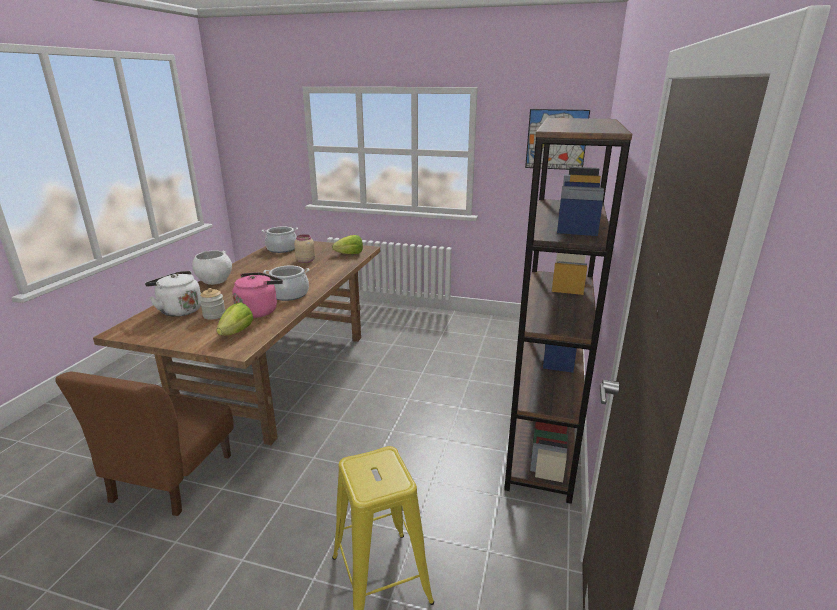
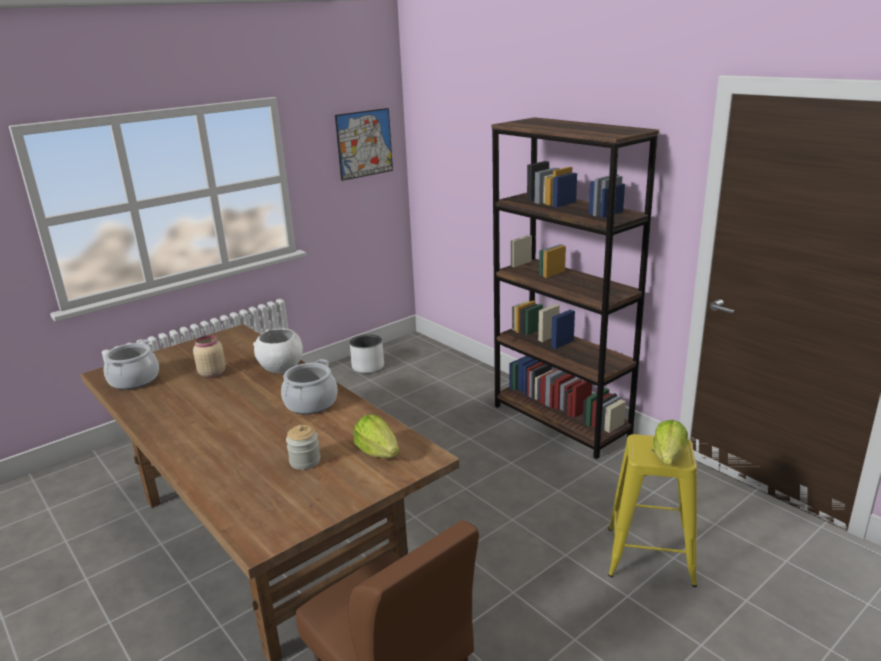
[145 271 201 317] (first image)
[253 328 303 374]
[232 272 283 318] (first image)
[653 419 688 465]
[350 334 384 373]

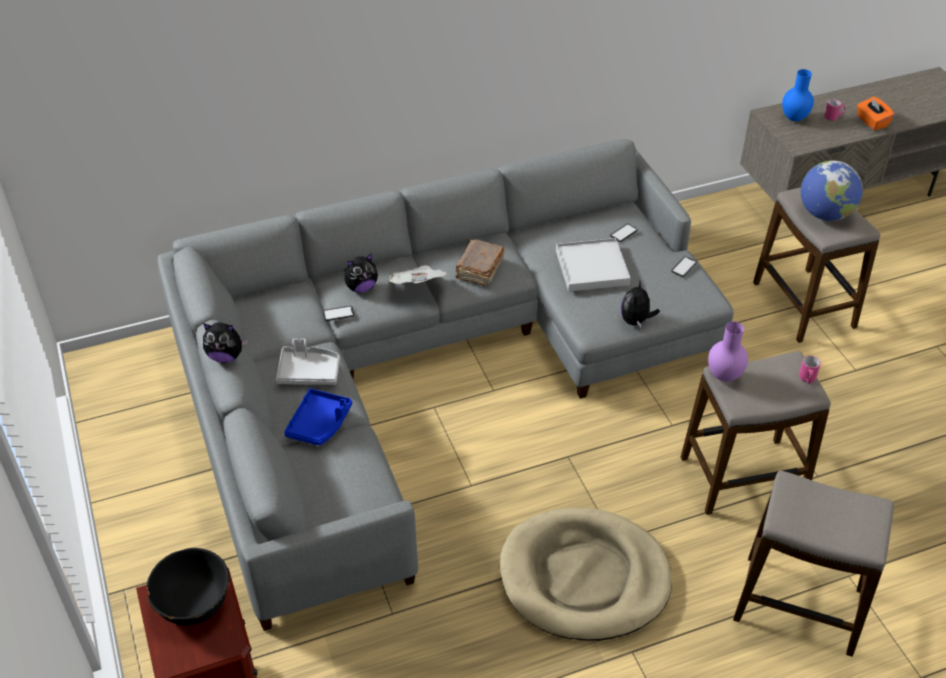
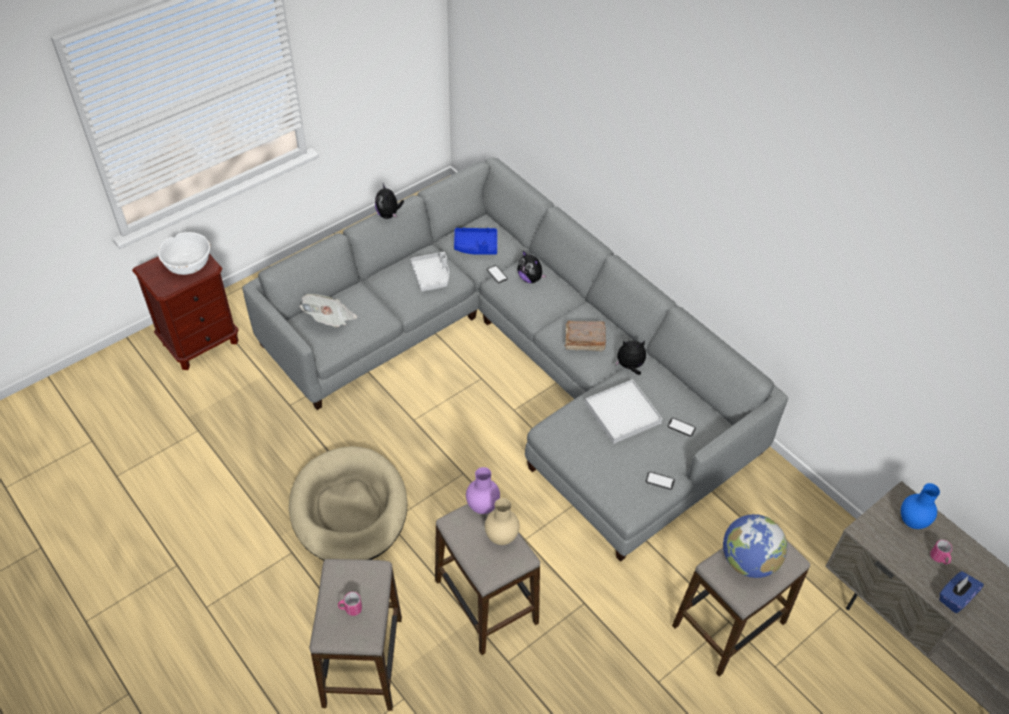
[158 232 210 275]
[454 228 497 255]
[300 294 357 327]
[615 340 646 375]
[338 592 362 616]
[939 571 984 613]
[485 498 520 545]

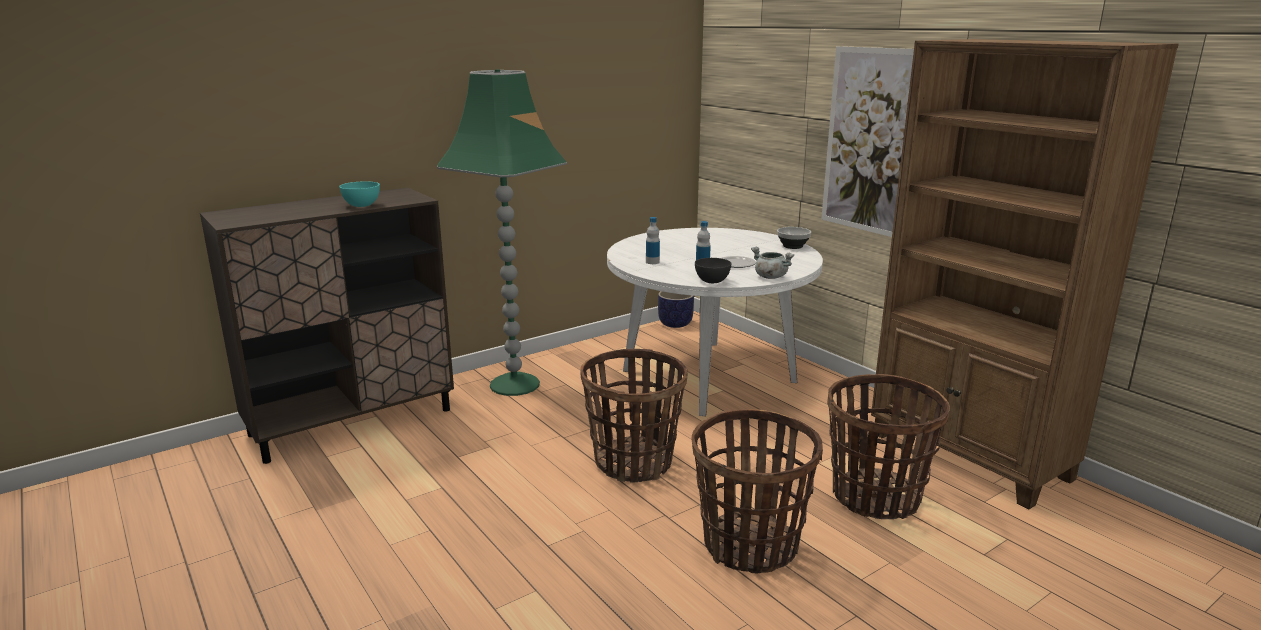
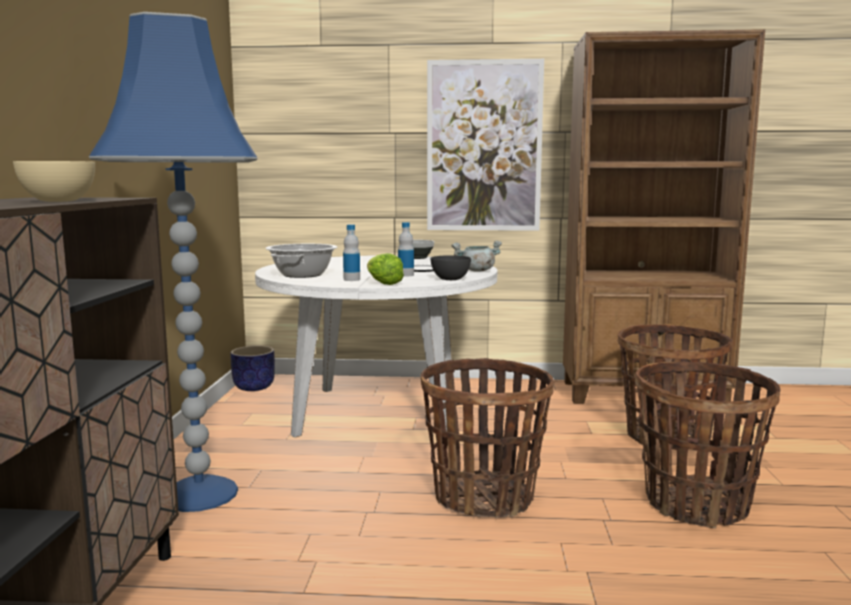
[13 161 95 202]
[89 12 258 512]
[266 244 337 278]
[367 253 404 285]

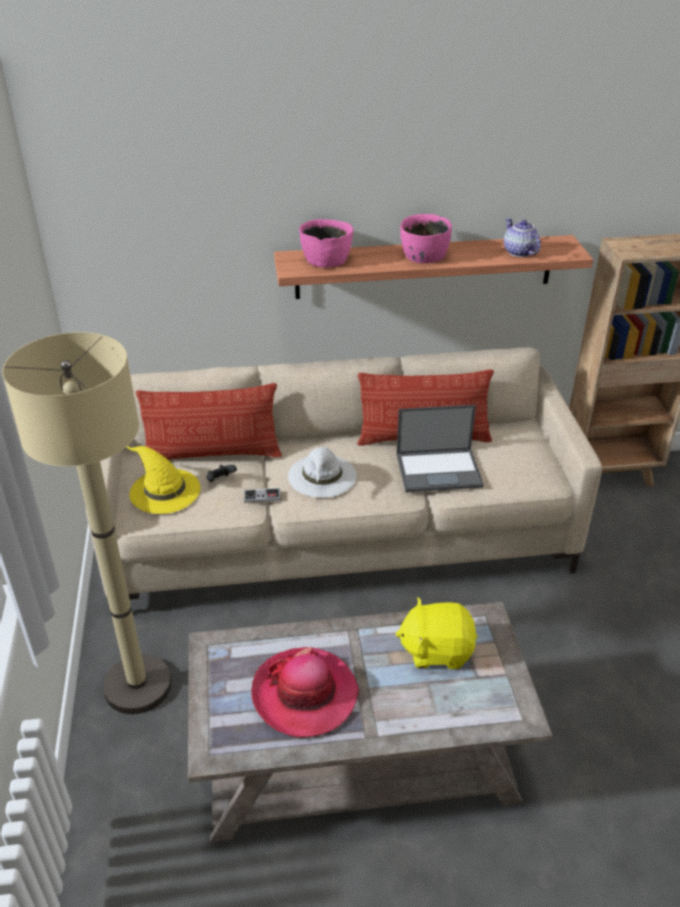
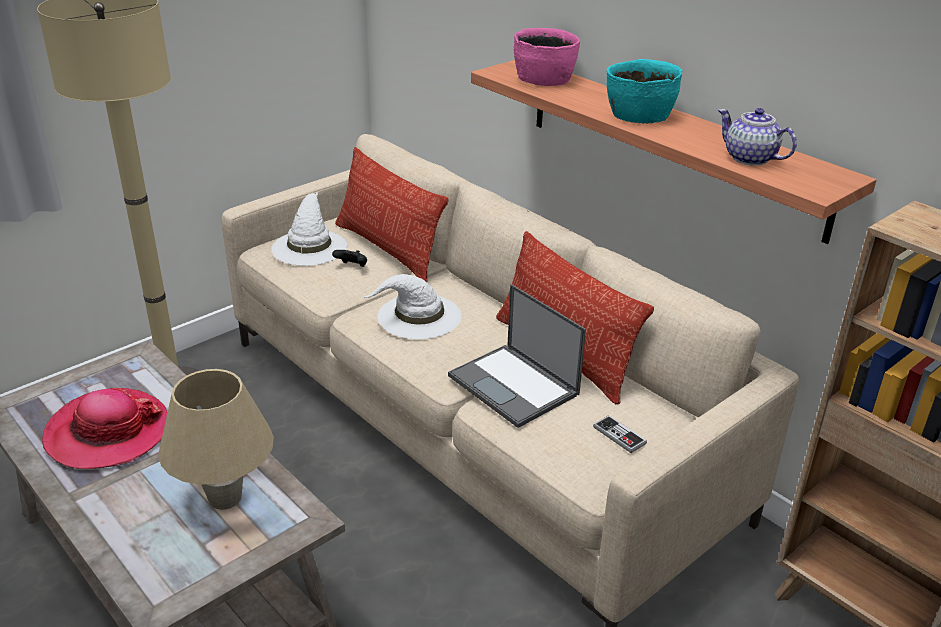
[272 191 347 266]
[593 415 647 453]
[158 369 274 510]
[607 59 682 124]
[718 108 797 166]

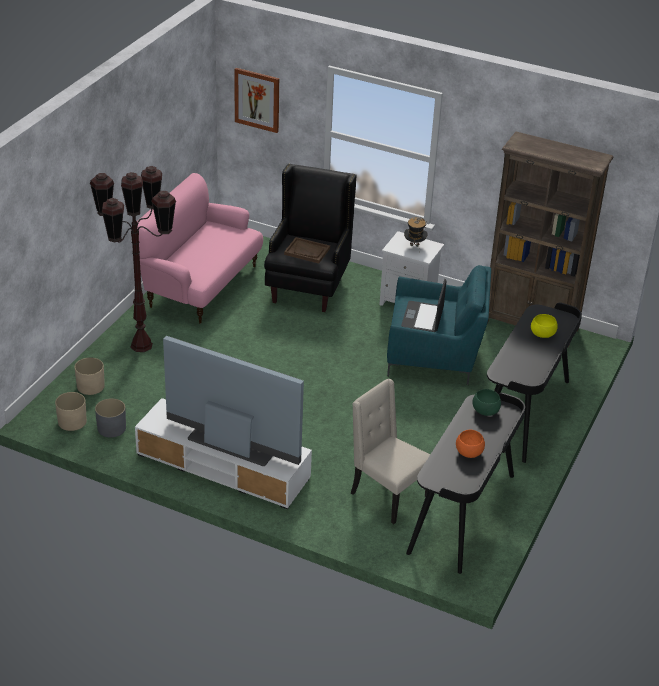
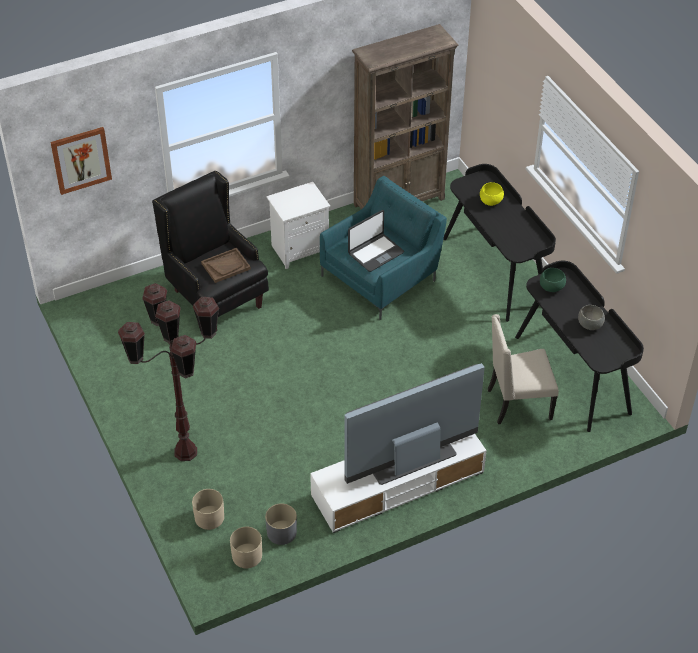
[137 173 263 324] (first image)
[348 210 404 272]
[404 217 428 247] (first image)
[578 305 605 330]

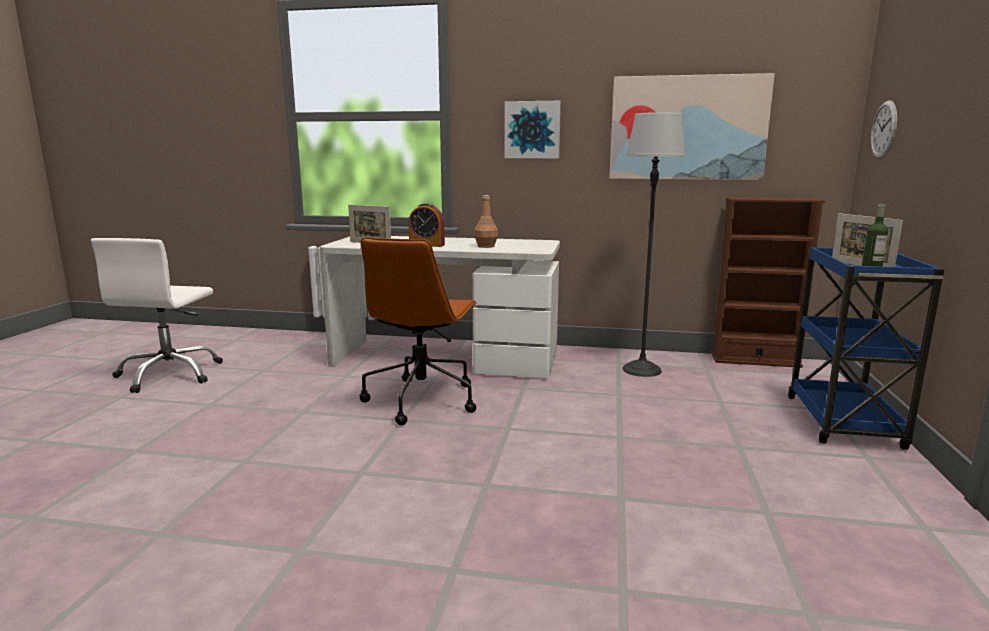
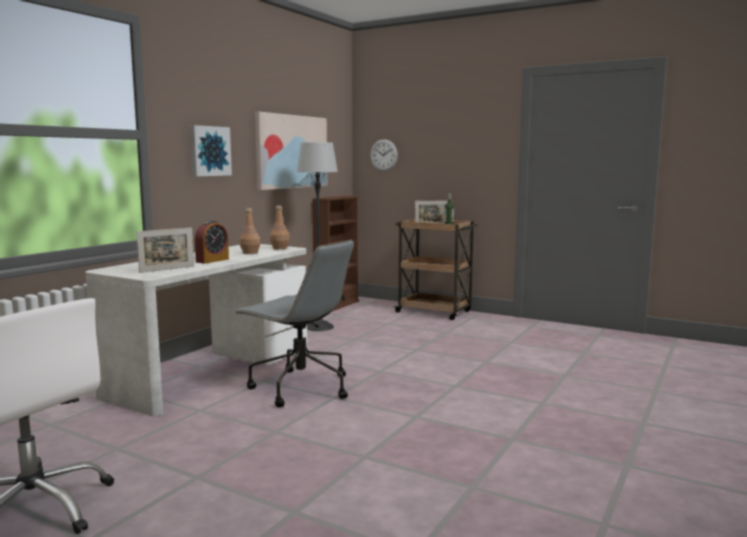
[234 240 354 407]
[393 219 478 320]
[270 206 290 249]

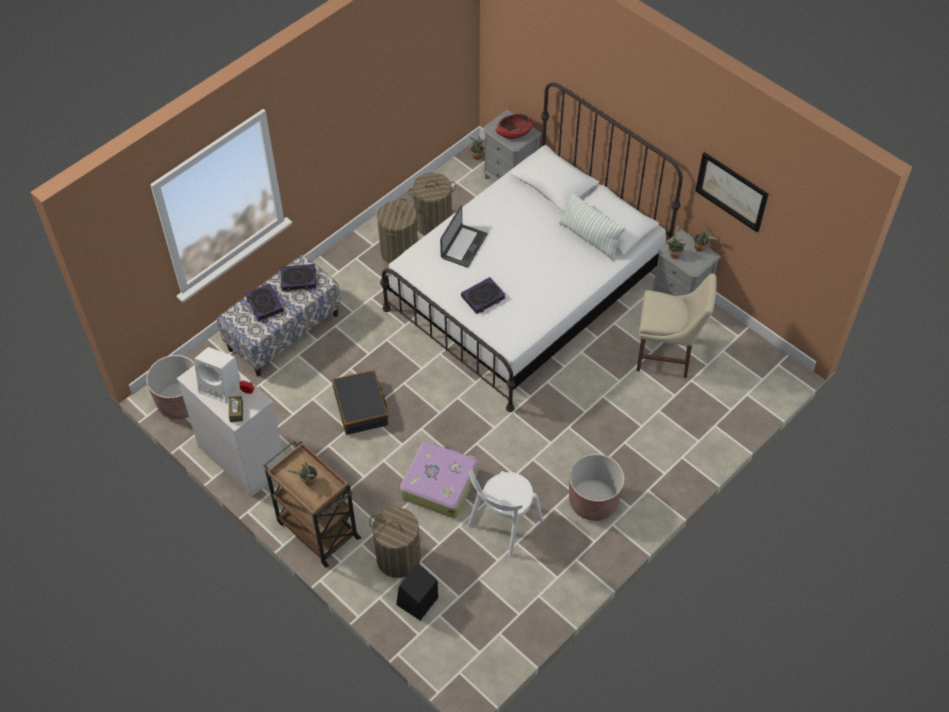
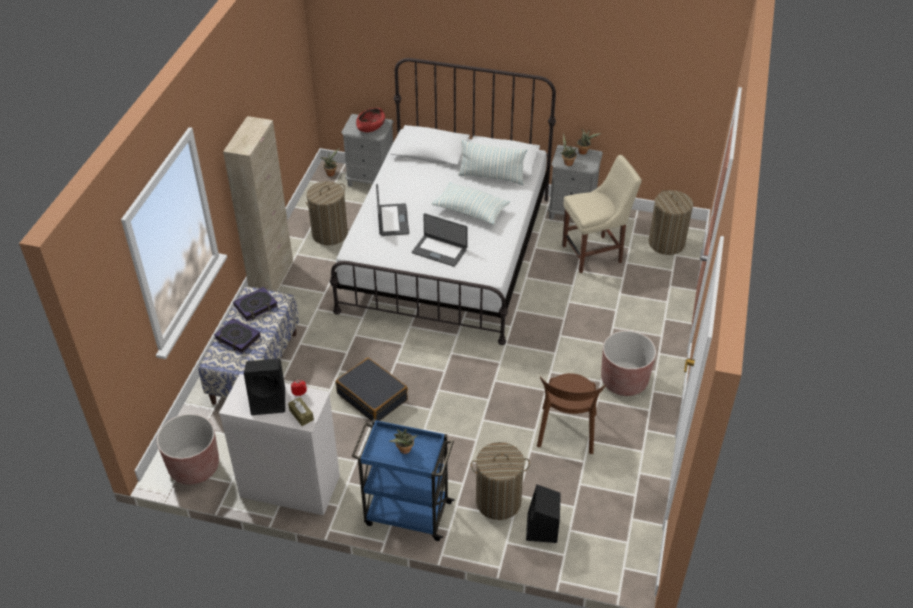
[244 359 285 415]
[352 419 455 541]
[649 190 693 255]
[400 441 478 518] (first image)
[412 213 468 267]
[537 373 606 454]
[695 152 769 232] (first image)
[223 116 293 291]
[431 182 510 225]

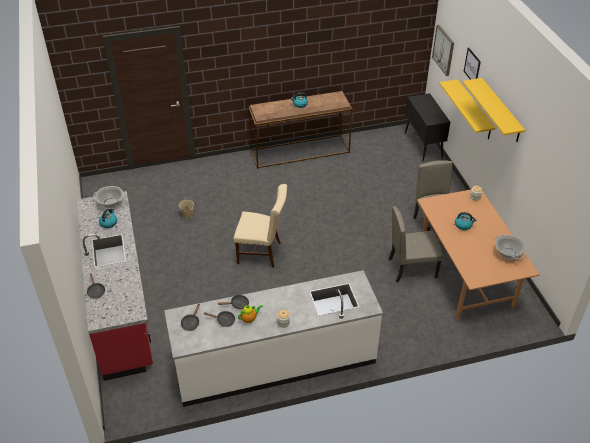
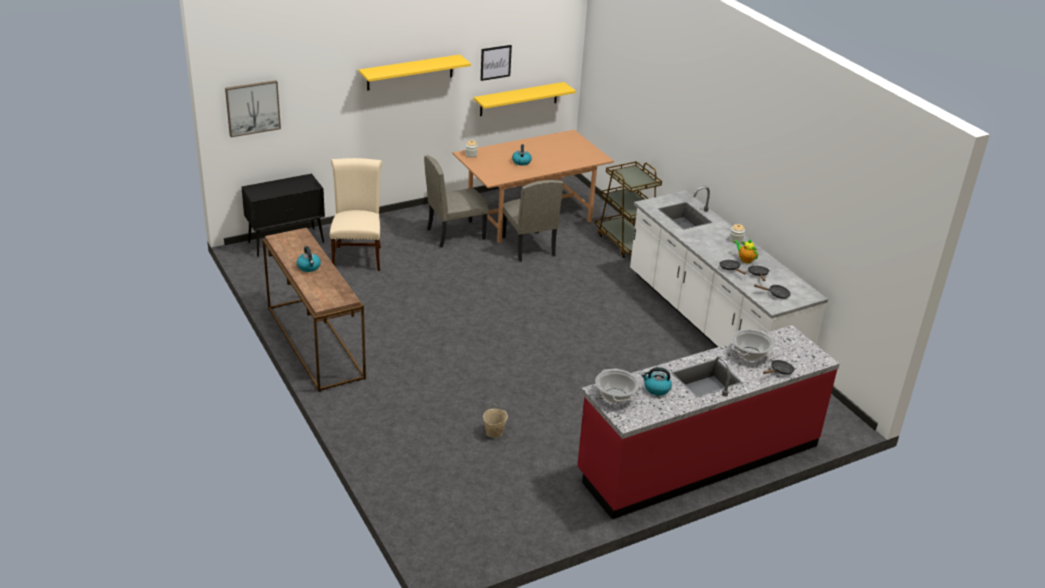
[330 158 382 271]
[473 82 576 116]
[480 45 512 81]
[732 329 774 361]
[595 161 662 258]

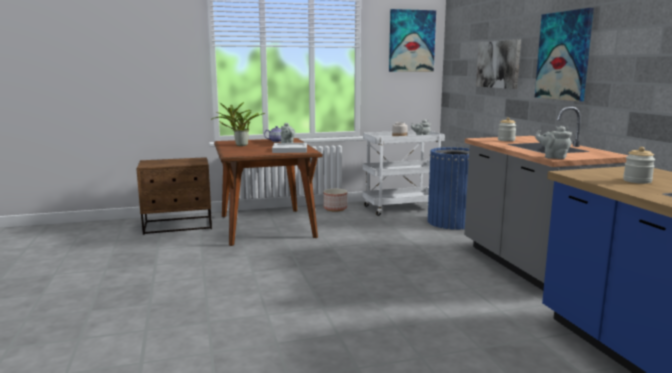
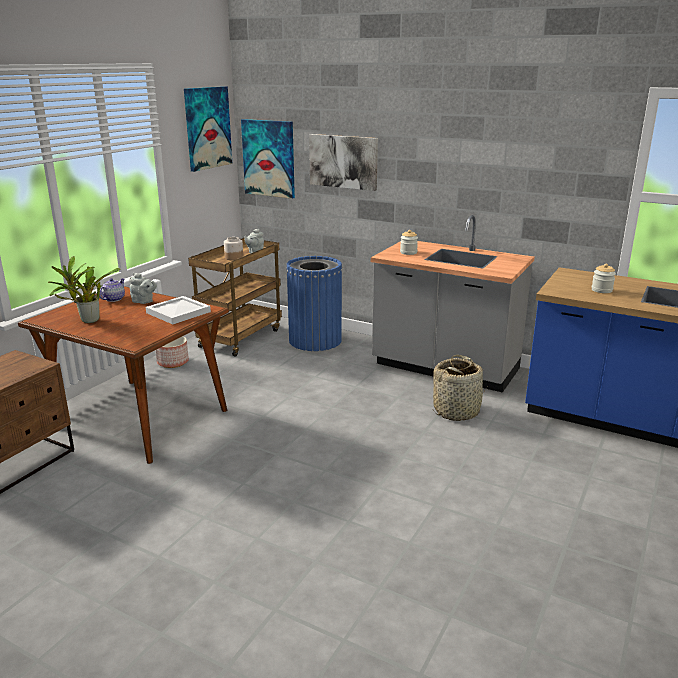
[188 238 282 357]
[241 119 295 199]
[535 126 572 159] (first image)
[433 355 487 421]

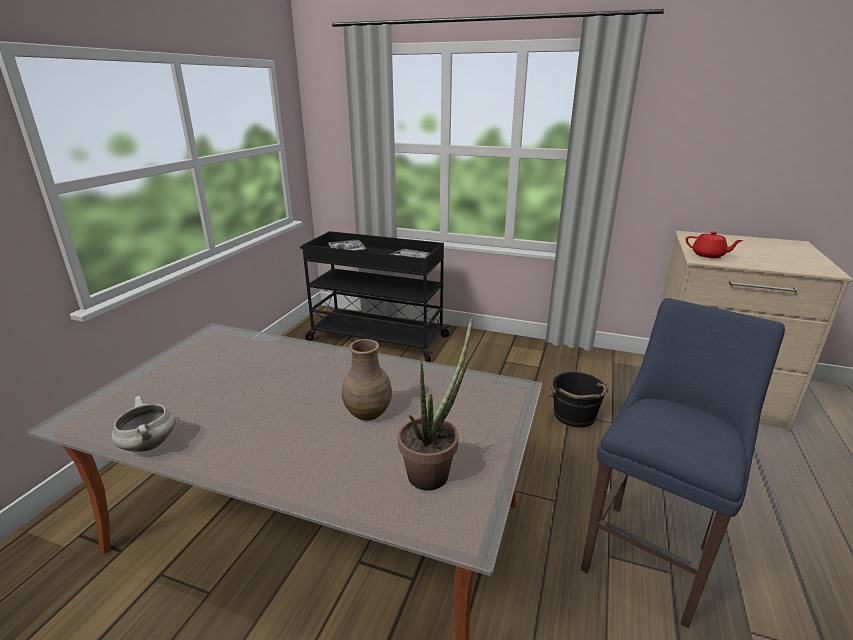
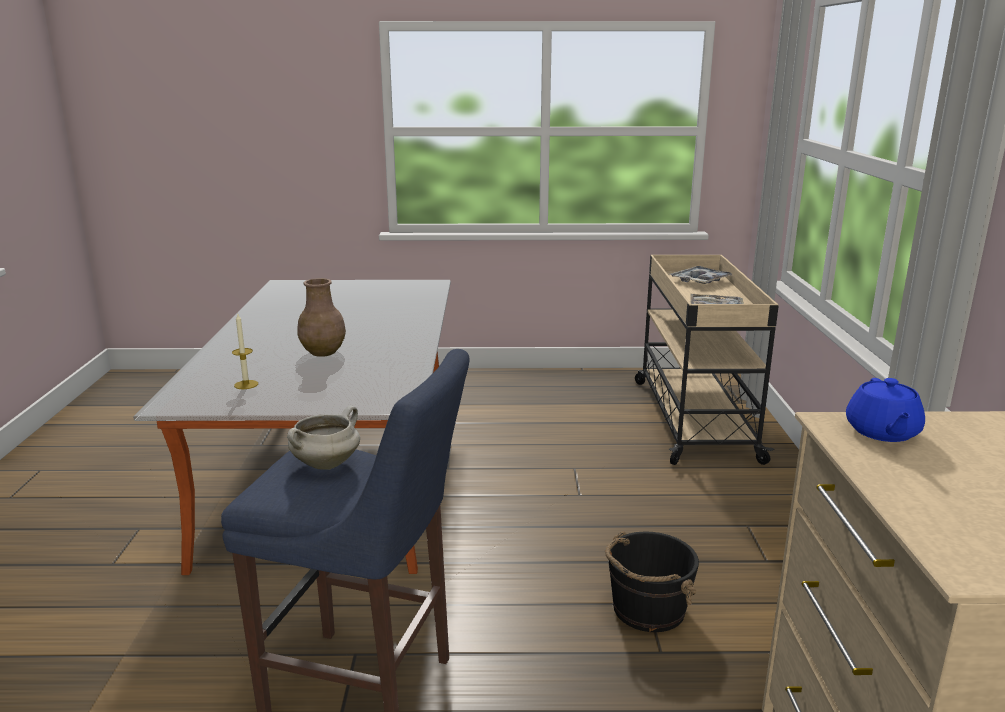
[287 405 360 470]
[635 255 779 465]
[232 314 258 389]
[846 378 925 442]

